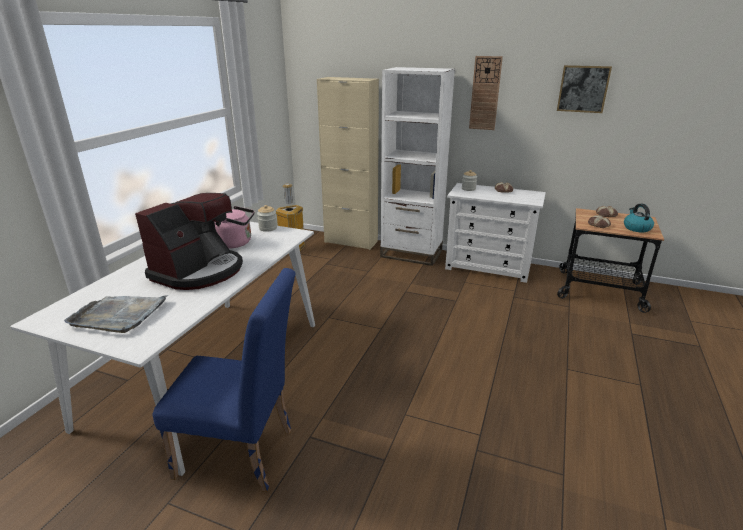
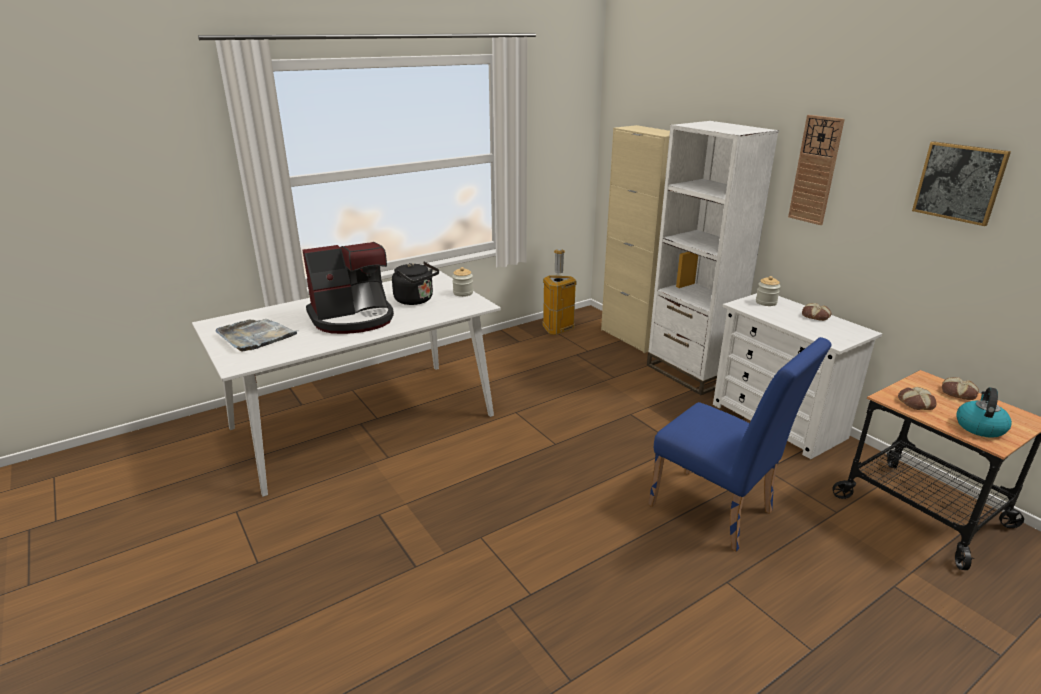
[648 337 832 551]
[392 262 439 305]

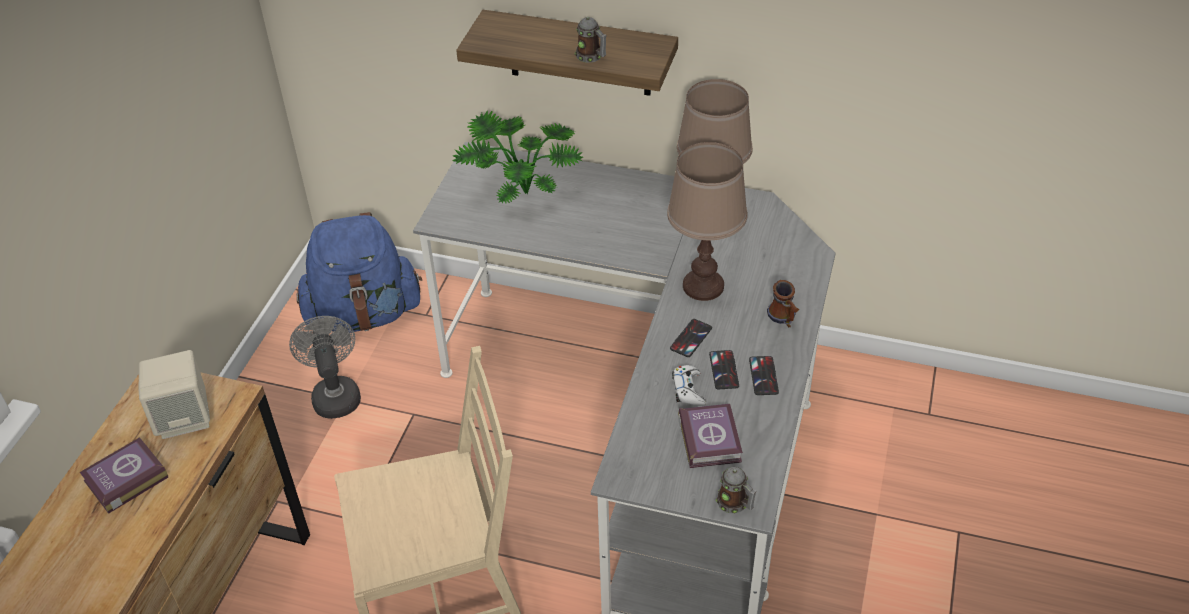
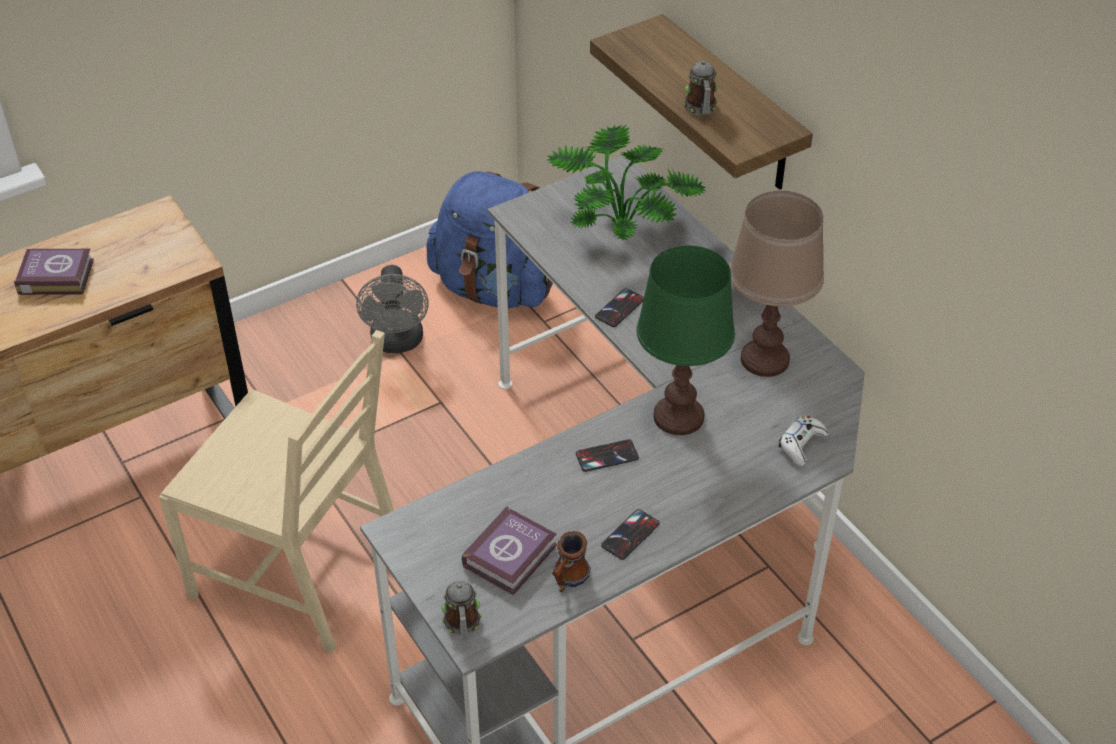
[139 350 210 439] (first image)
[356 265 429 353]
[636 245 735 435]
[778 416 829 466]
[595 288 644 327]
[552 531 591 592]

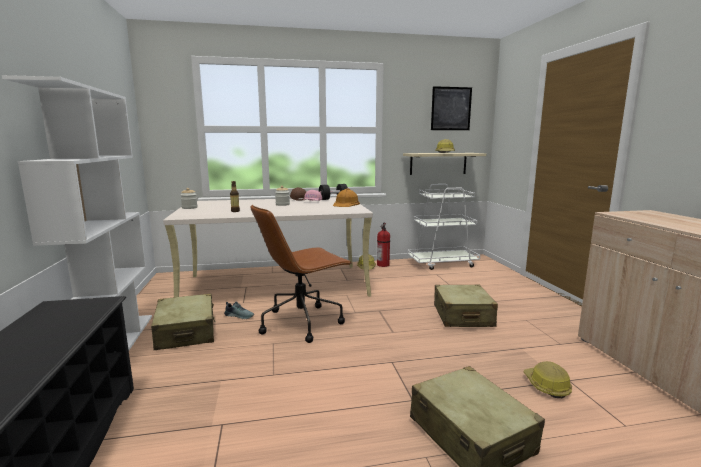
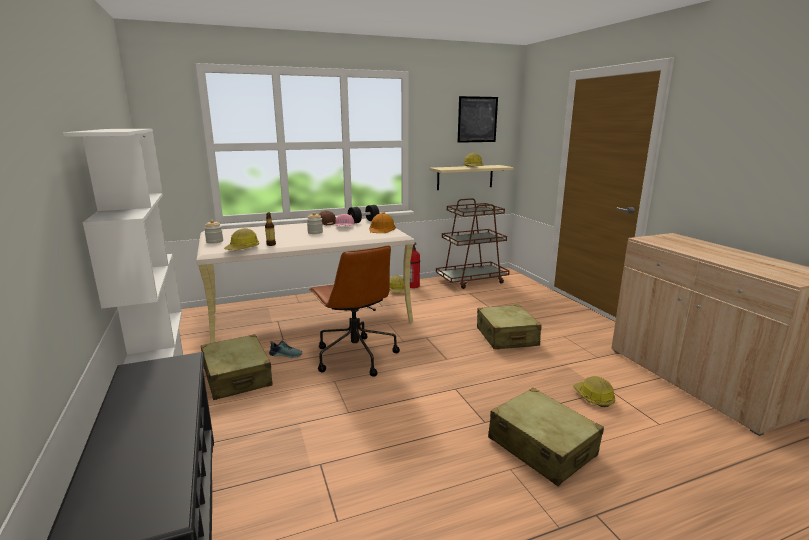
[309 245 400 377]
[436 198 510 289]
[224 228 259 250]

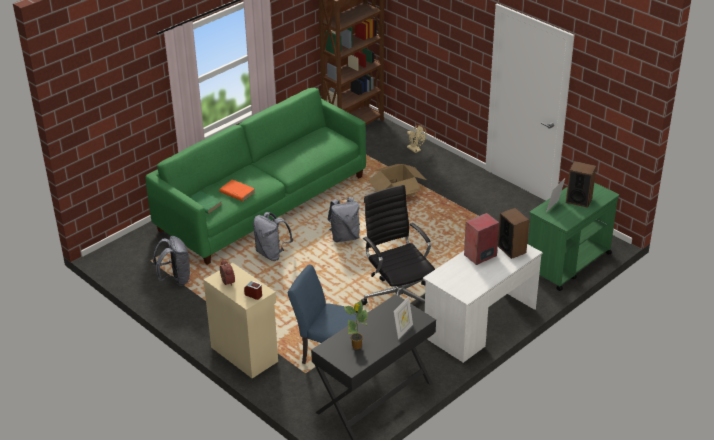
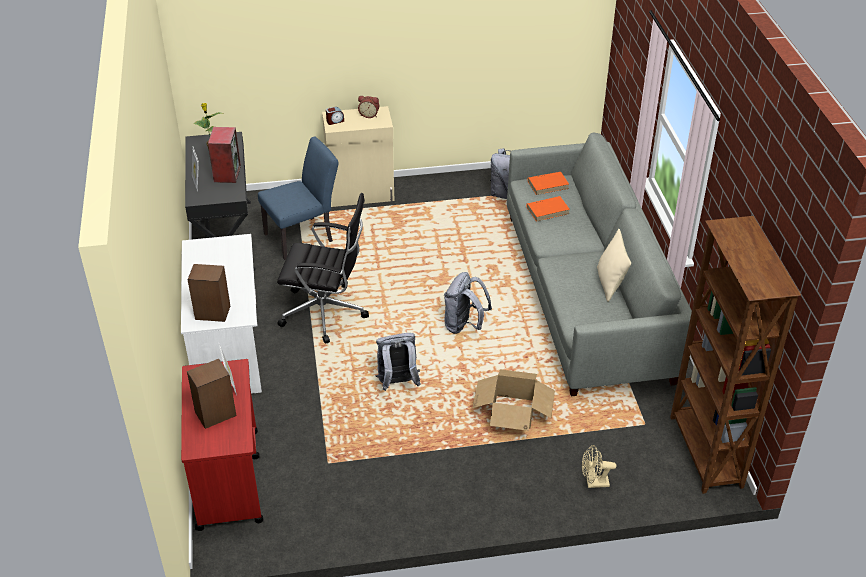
[507 133 692 397]
[527 172 569 195]
[376 333 421 391]
[208 127 241 183]
[181 359 263 531]
[597 229 631 302]

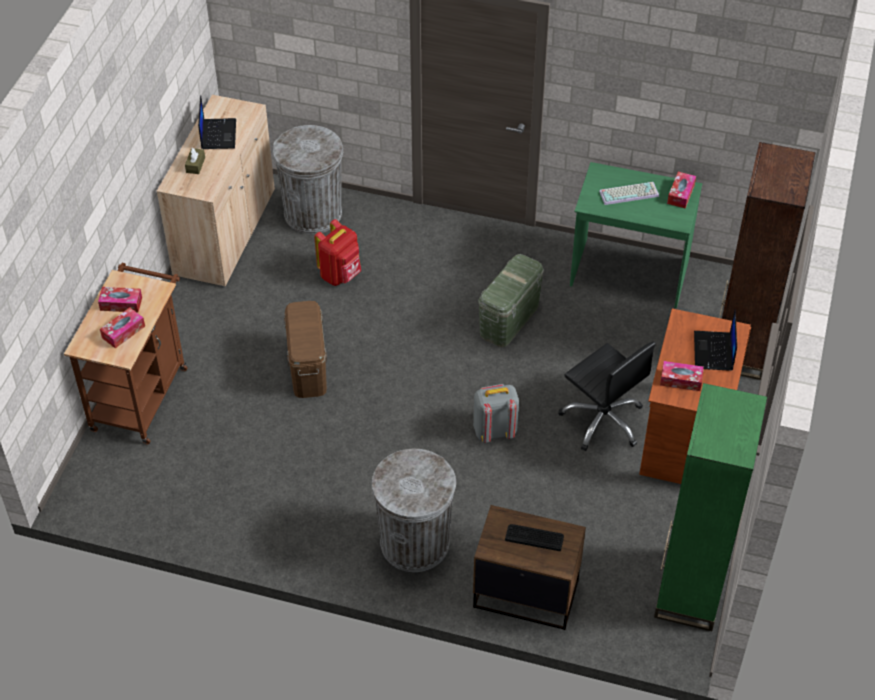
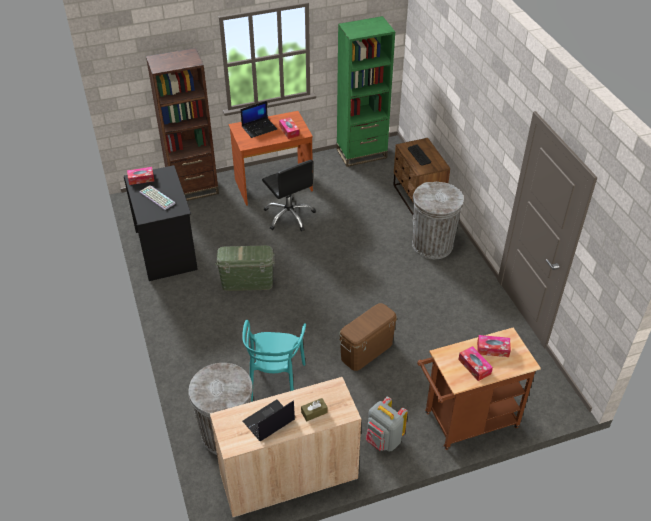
[242 320 306 402]
[366 396 408 452]
[262 160 316 232]
[124 165 198 281]

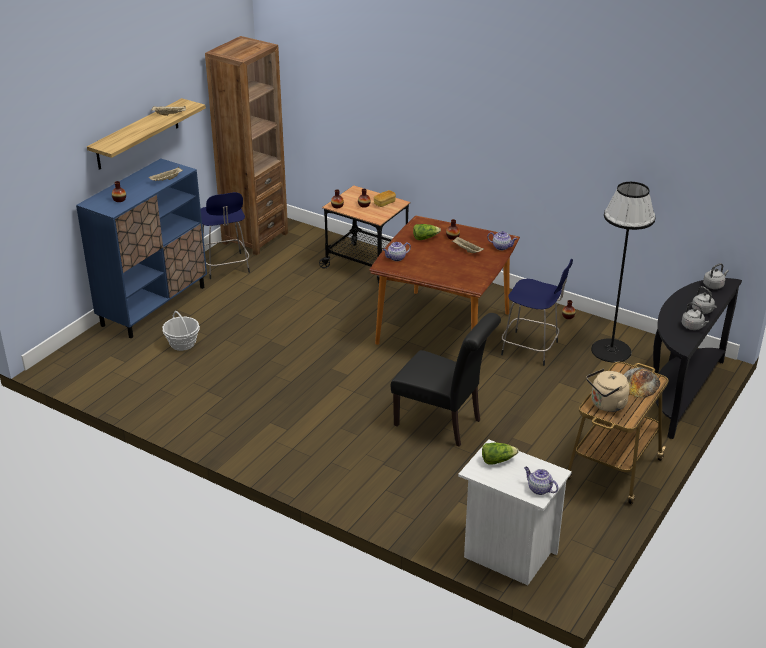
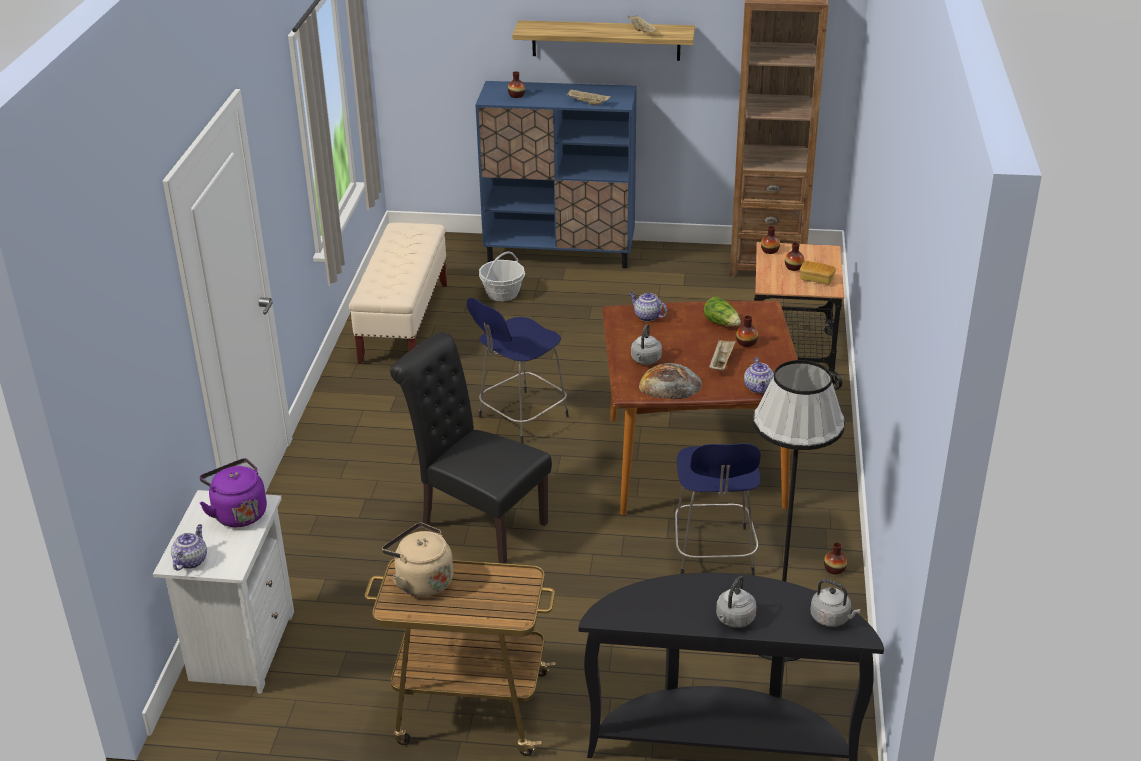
[467 298 569 443]
[390 332 552 563]
[199 458 267 527]
[639 363 703 399]
[631 324 662 365]
[349 223 447 364]

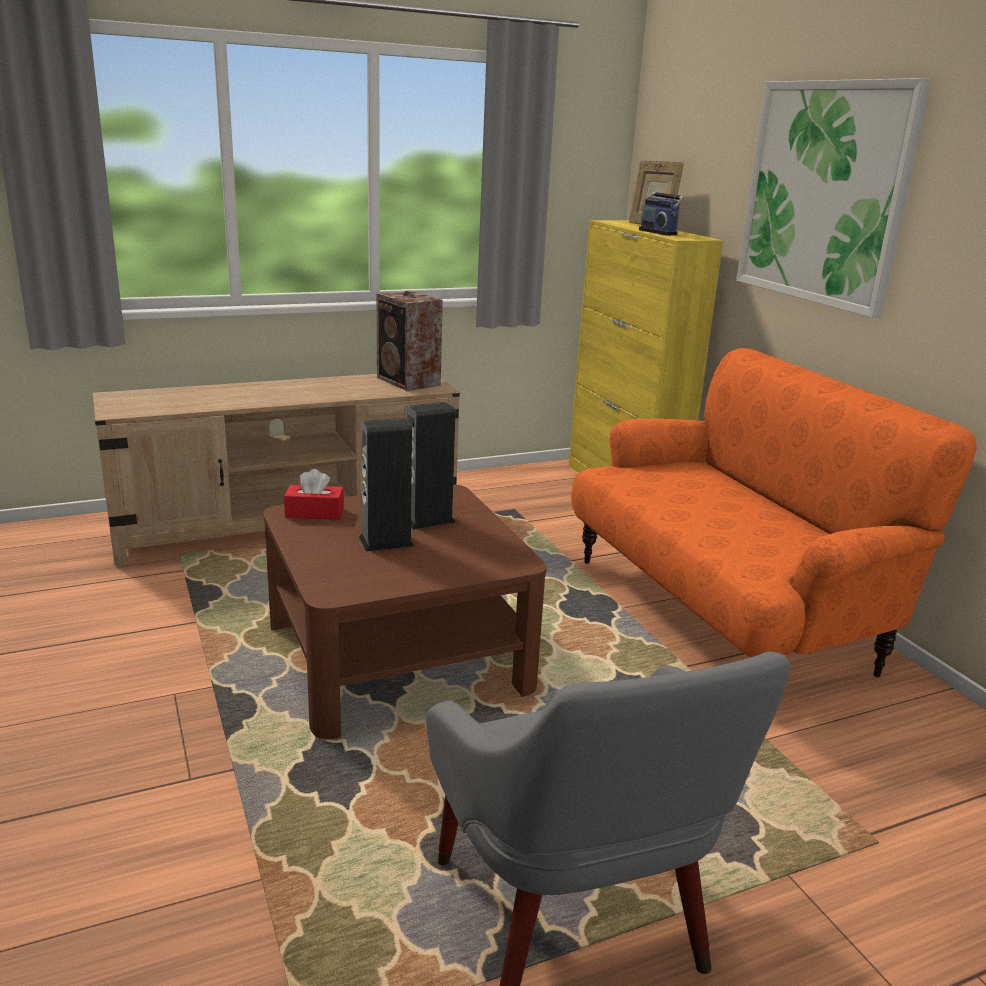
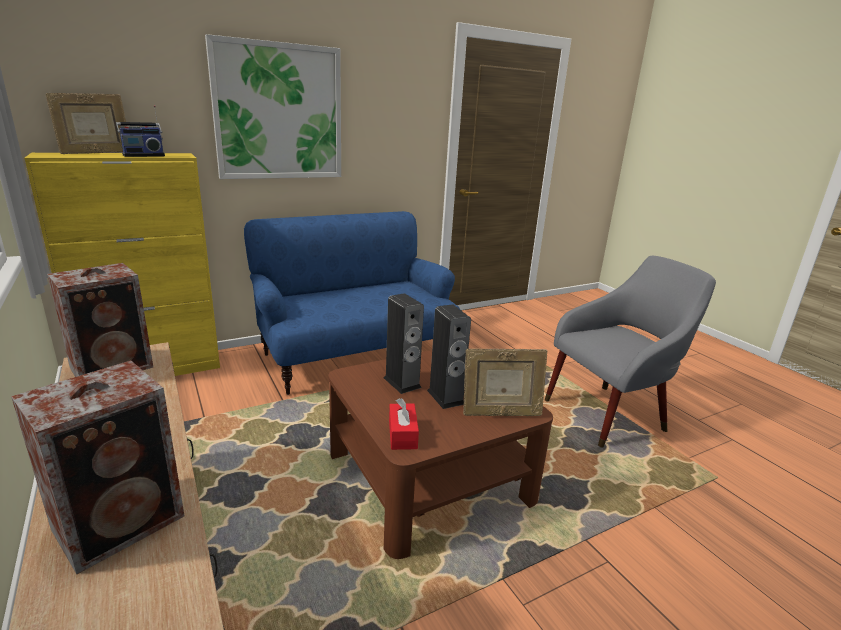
[244 211 460 395]
[11 360 184 574]
[463 349 547 416]

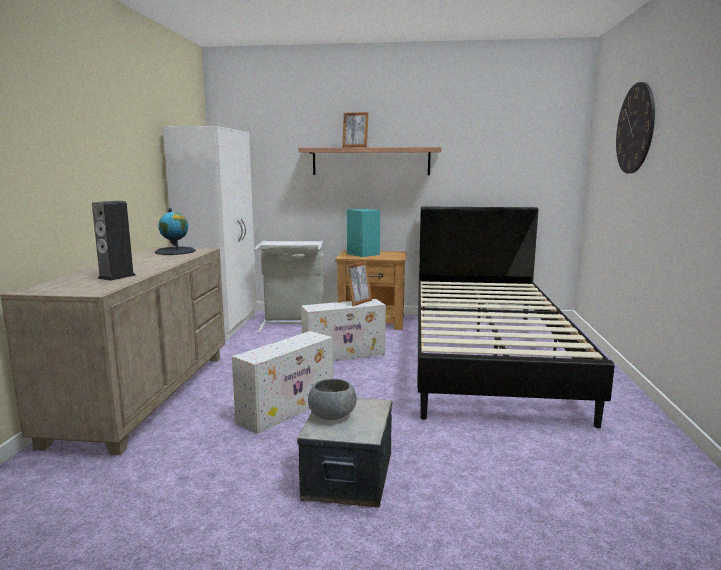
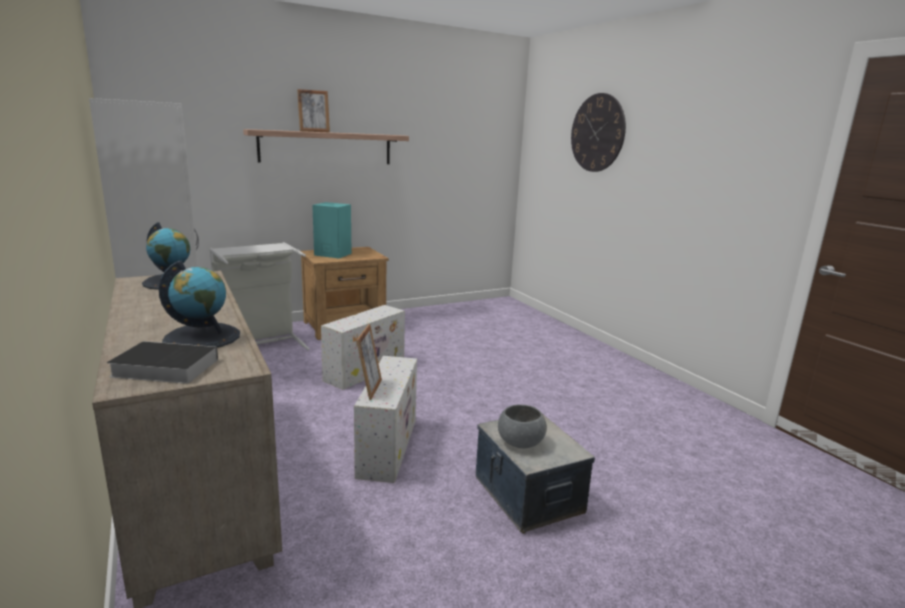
[159 261 240 348]
[356 324 382 400]
[417 206 615 428] (first image)
[107 341 218 384]

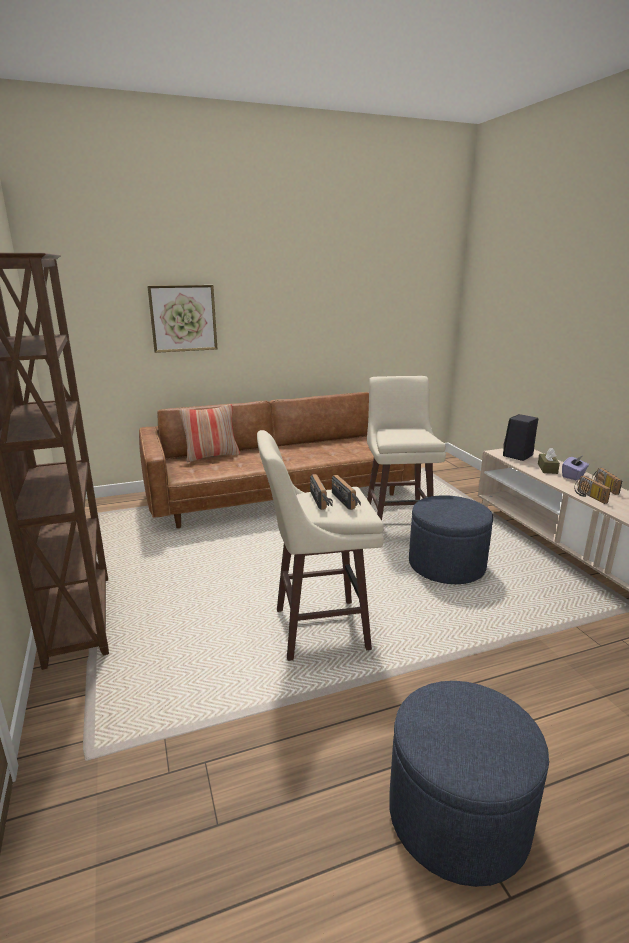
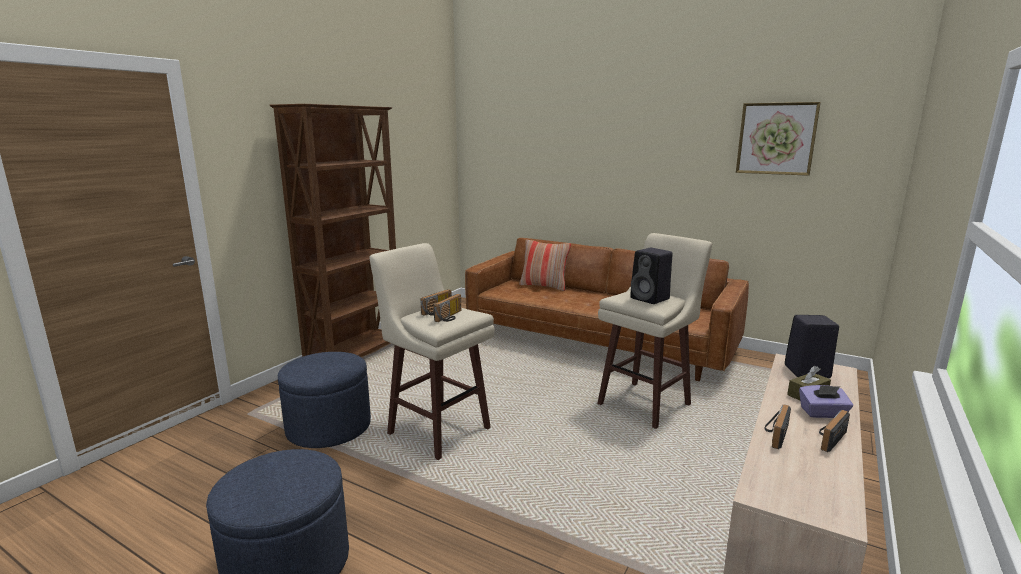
[736 102 821 176]
[278 352 371 448]
[630 248 672 304]

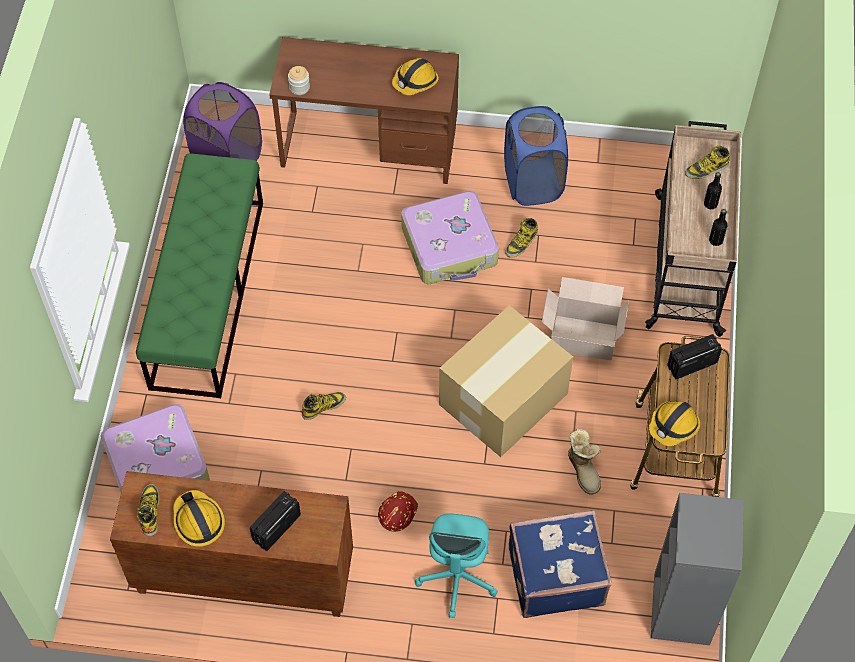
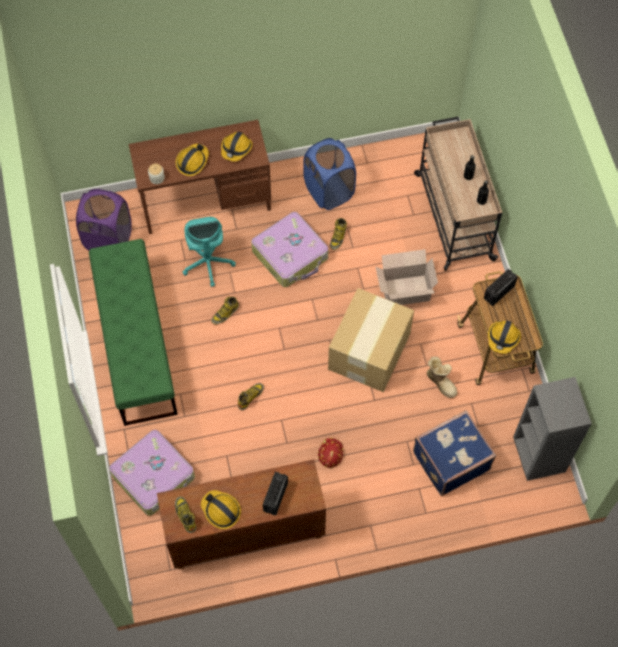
[182 217 236 287]
[211 297 239 324]
[176 144 209 176]

